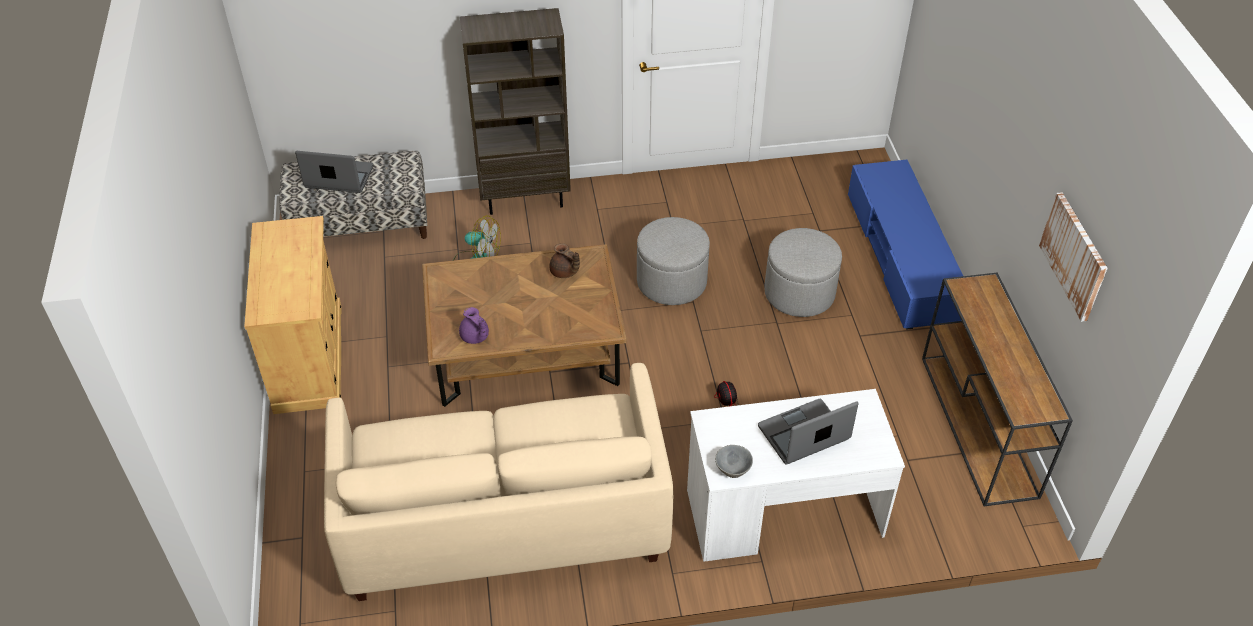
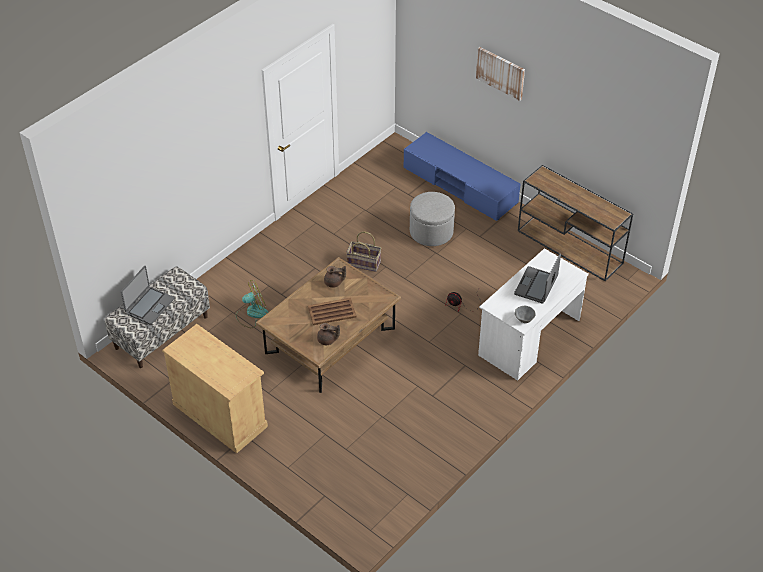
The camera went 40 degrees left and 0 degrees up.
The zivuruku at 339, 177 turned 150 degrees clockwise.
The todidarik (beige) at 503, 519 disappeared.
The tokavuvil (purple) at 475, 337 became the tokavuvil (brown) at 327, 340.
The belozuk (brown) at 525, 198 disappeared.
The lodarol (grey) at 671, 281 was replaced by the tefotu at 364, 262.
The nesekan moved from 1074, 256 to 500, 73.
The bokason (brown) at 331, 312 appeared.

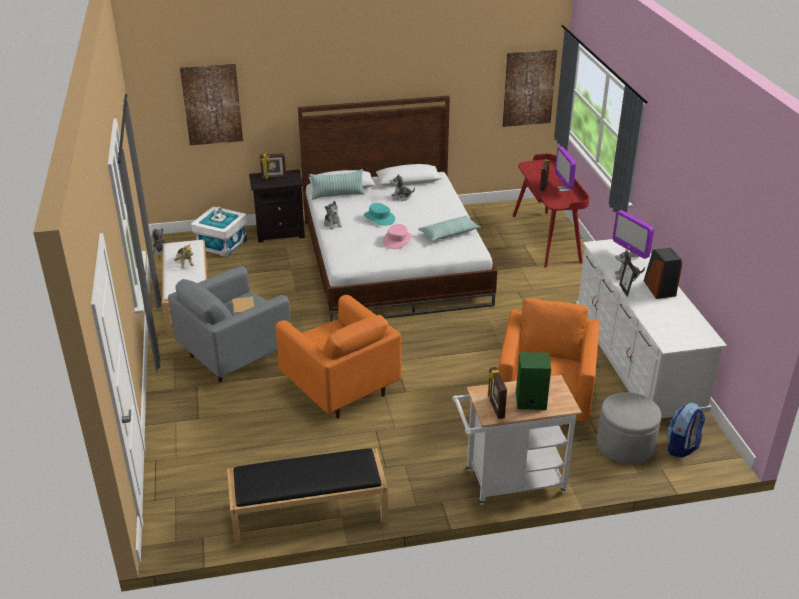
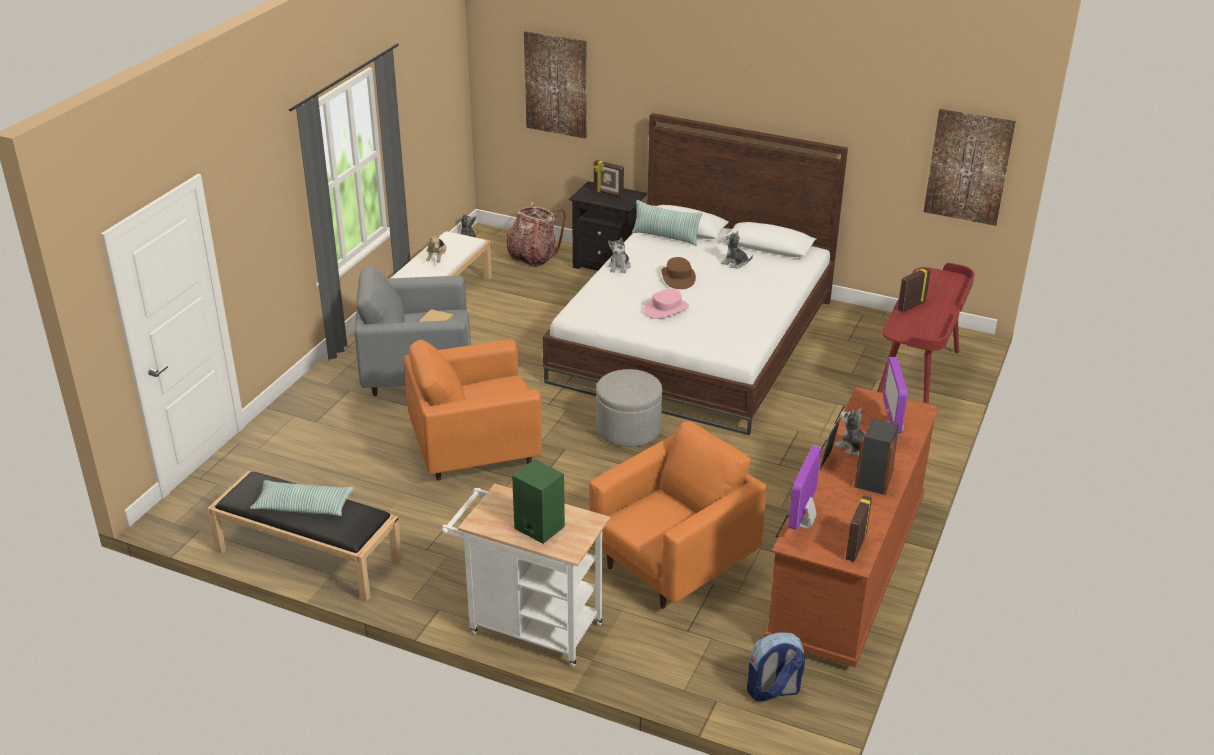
The camera went 35 degrees right and 0 degrees up.
The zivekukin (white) at 221, 244 was replaced by the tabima at 533, 257.
The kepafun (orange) at 339, 388 turned 75 degrees clockwise.
The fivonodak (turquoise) at 379, 218 became the fivonodak (brown) at 678, 277.
The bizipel moved from 449, 233 to 303, 506.
The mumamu moved from 495, 407 to 855, 547.
The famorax moved from 564, 188 to 803, 521.
The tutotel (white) at 636, 359 became the tutotel (brown) at 847, 569.
The lodarol (grey) moved from 625, 445 to 628, 429.

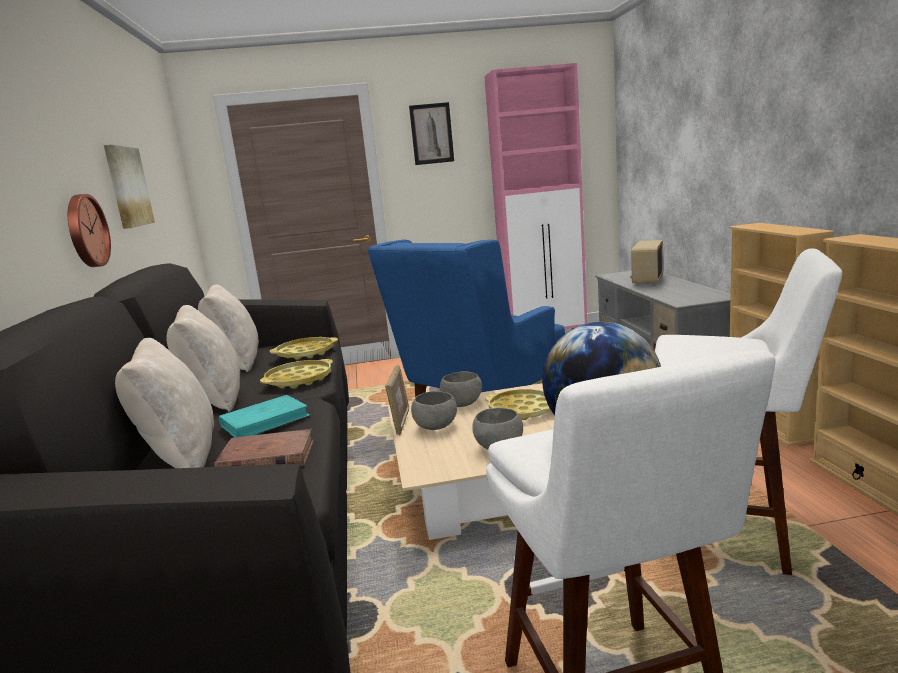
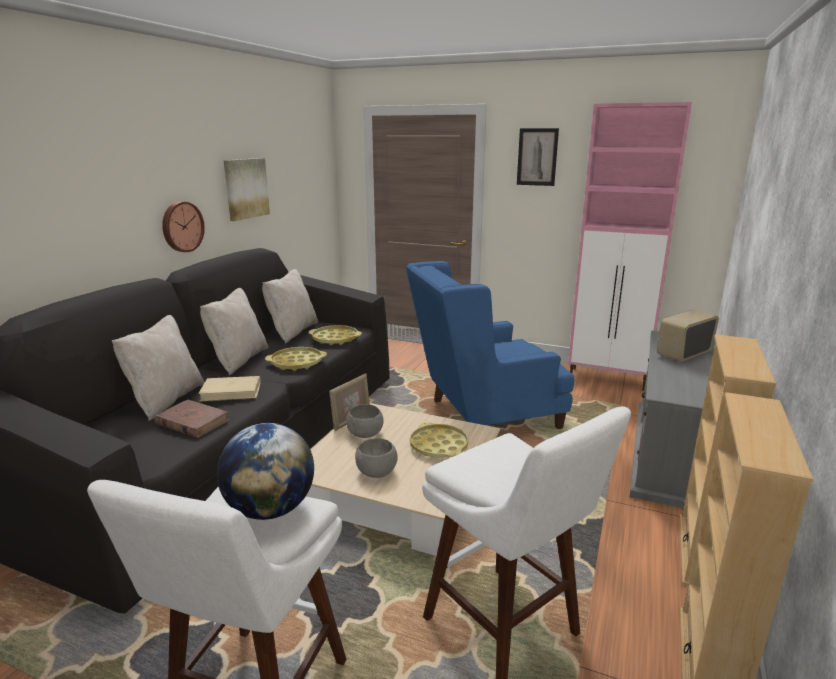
The camera went 30 degrees right and 5 degrees up.
The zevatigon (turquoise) at 265, 421 became the zevatigon (beige) at 231, 392.
The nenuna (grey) at 461, 404 disappeared.

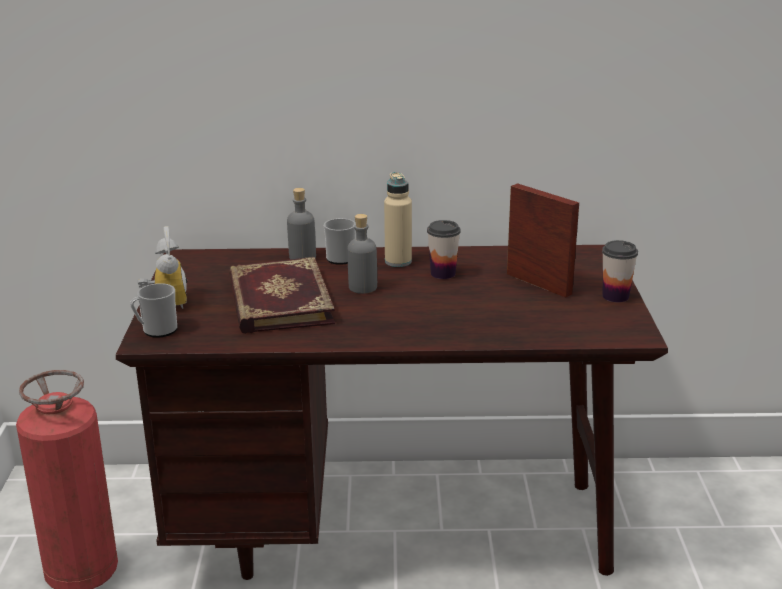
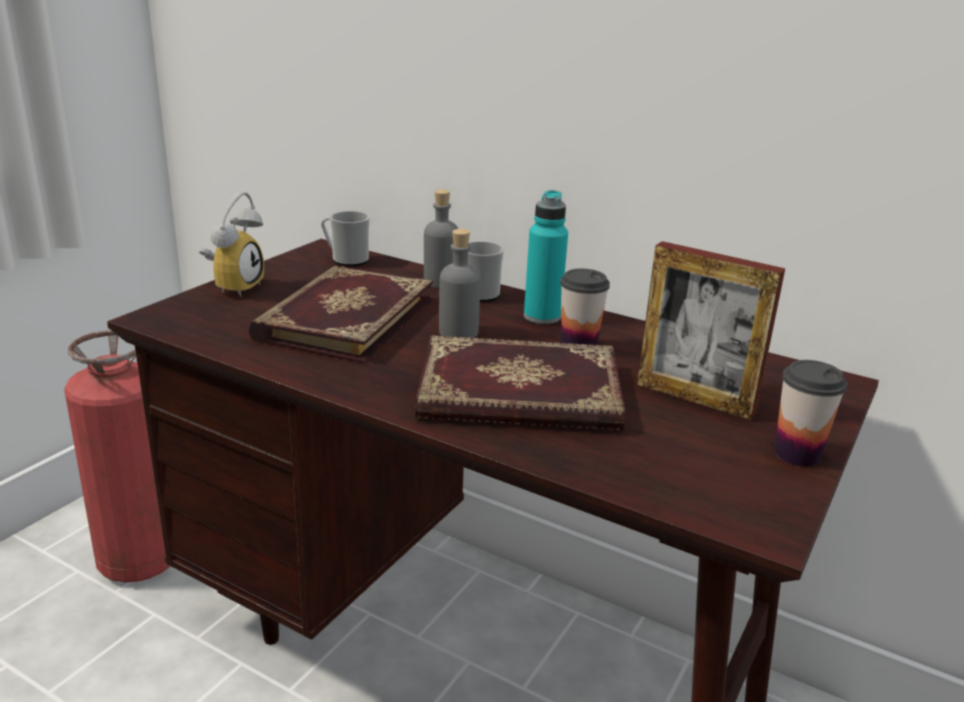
The camera went 30 degrees right and 0 degrees up.
The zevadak moved from 156, 331 to 346, 260.
The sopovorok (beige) at 398, 261 became the sopovorok (turquoise) at 542, 316.
The mumamu at 538, 284 turned 135 degrees clockwise.
The zevatigon at 519, 394 appeared.

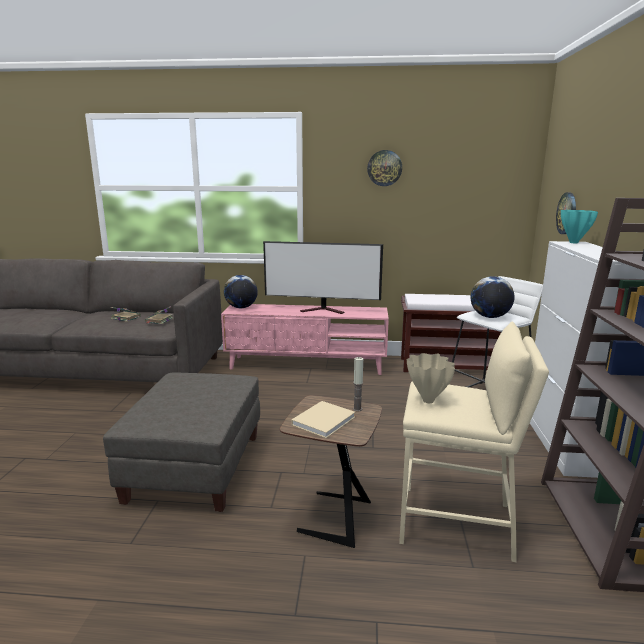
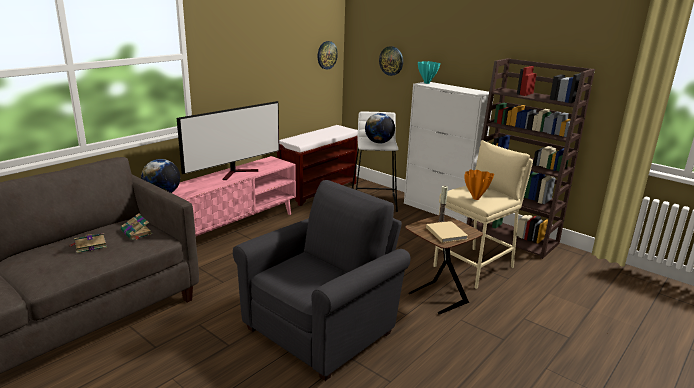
The camera went 55 degrees left and 5 degrees up.
The lodarol (grey) at 196, 468 was replaced by the kepafun (grey) at 324, 328.
The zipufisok moved from 384, 168 to 326, 55.
The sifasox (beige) at 427, 400 became the sifasox (orange) at 475, 198.

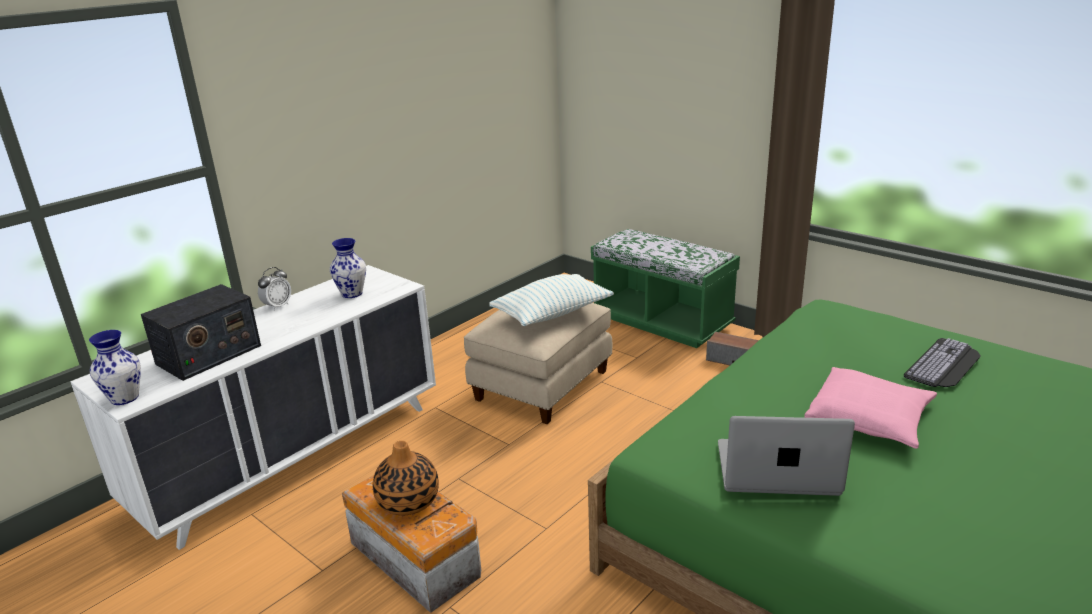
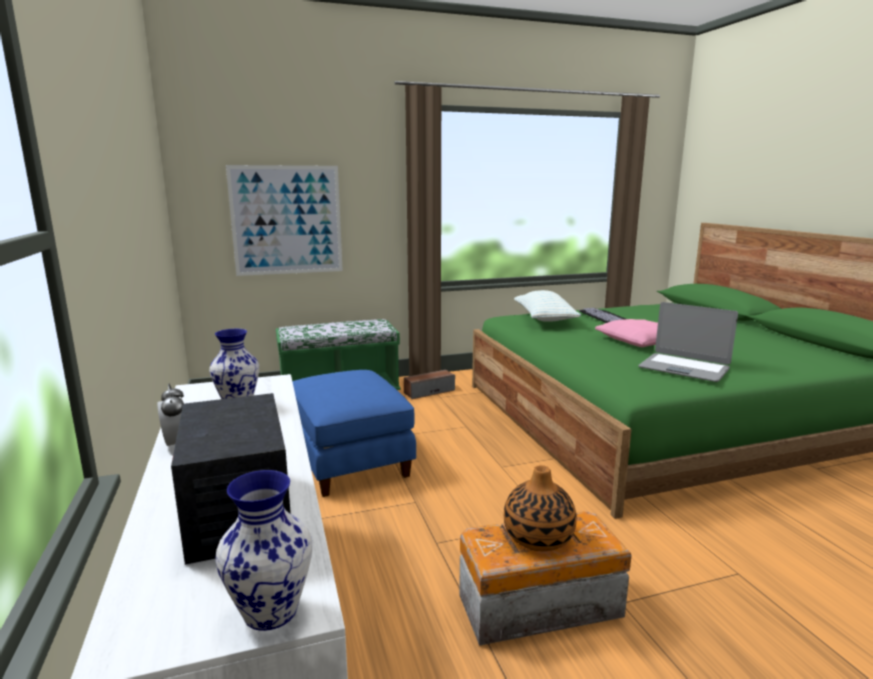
The camera went 60 degrees left and 10 degrees down.
The lodarol (beige) at 543, 386 became the lodarol (blue) at 351, 460.
The bizipel moved from 552, 313 to 544, 318.
The zivuruku at 777, 471 turned 90 degrees counterclockwise.
The nesekan at 287, 220 appeared.

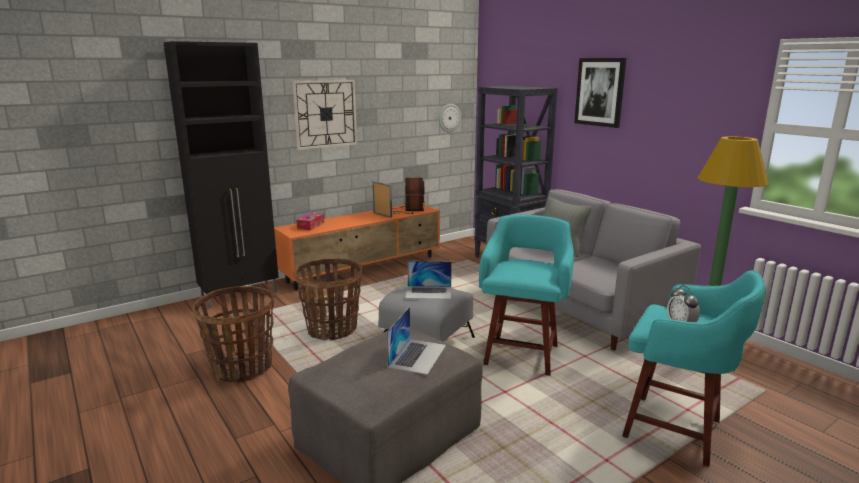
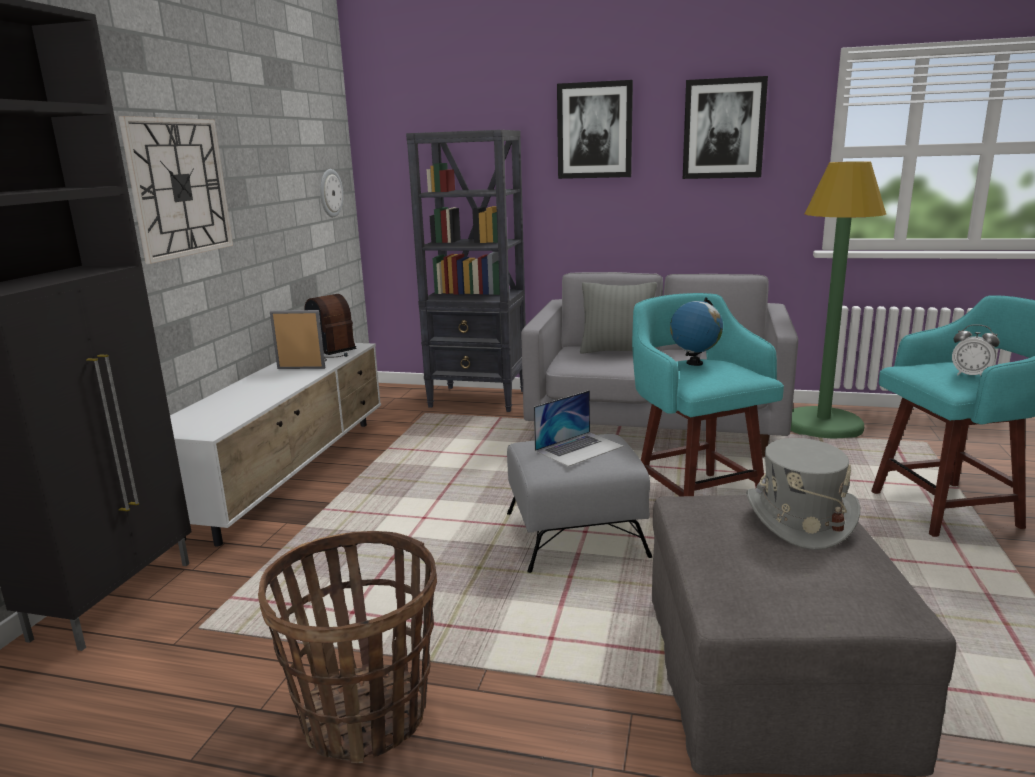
The camera went 40 degrees left and 0 degrees up.
The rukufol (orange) at 364, 269 became the rukufol (white) at 290, 472.
The tefotu at 332, 329 disappeared.
The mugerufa at 310, 225 disappeared.
The zivuruku at 417, 355 was replaced by the fivonodak (grey) at 799, 519.
The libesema at 694, 363 appeared.
The nesekan at 723, 129 appeared.

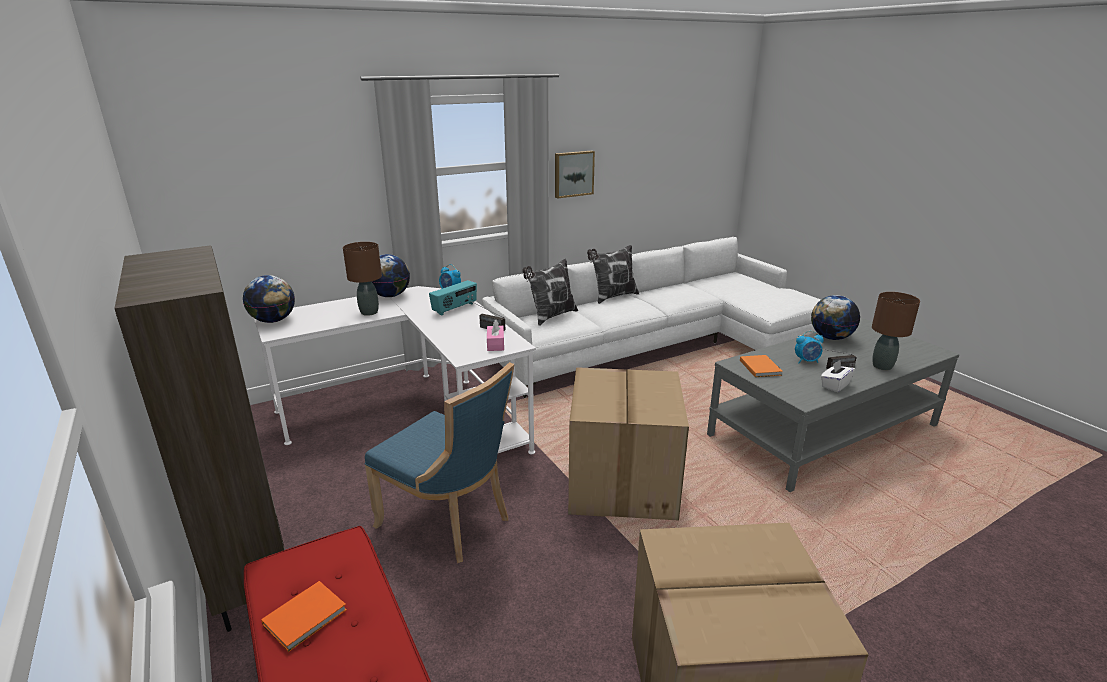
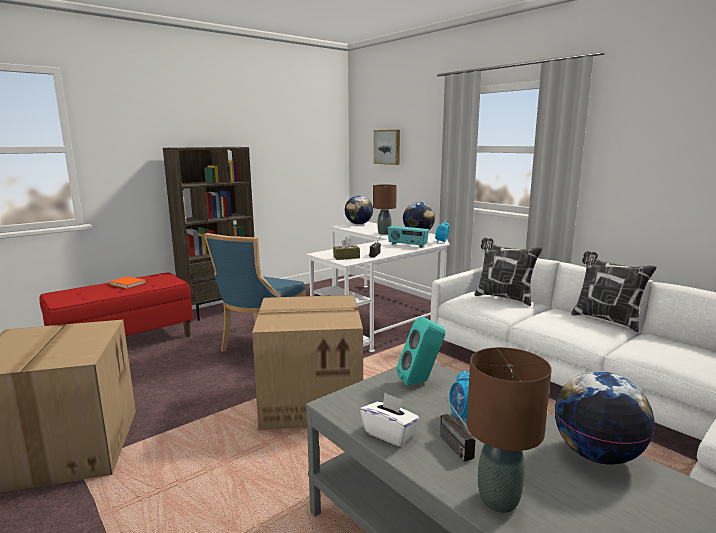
The camera went 80 degrees right and 10 degrees down.
The mugerufa (pink) at 495, 344 became the mugerufa (brown) at 346, 257.
The nesekan moved from 573, 174 to 387, 147.
The zevatigon (orange) at 760, 367 was replaced by the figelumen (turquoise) at 421, 382.

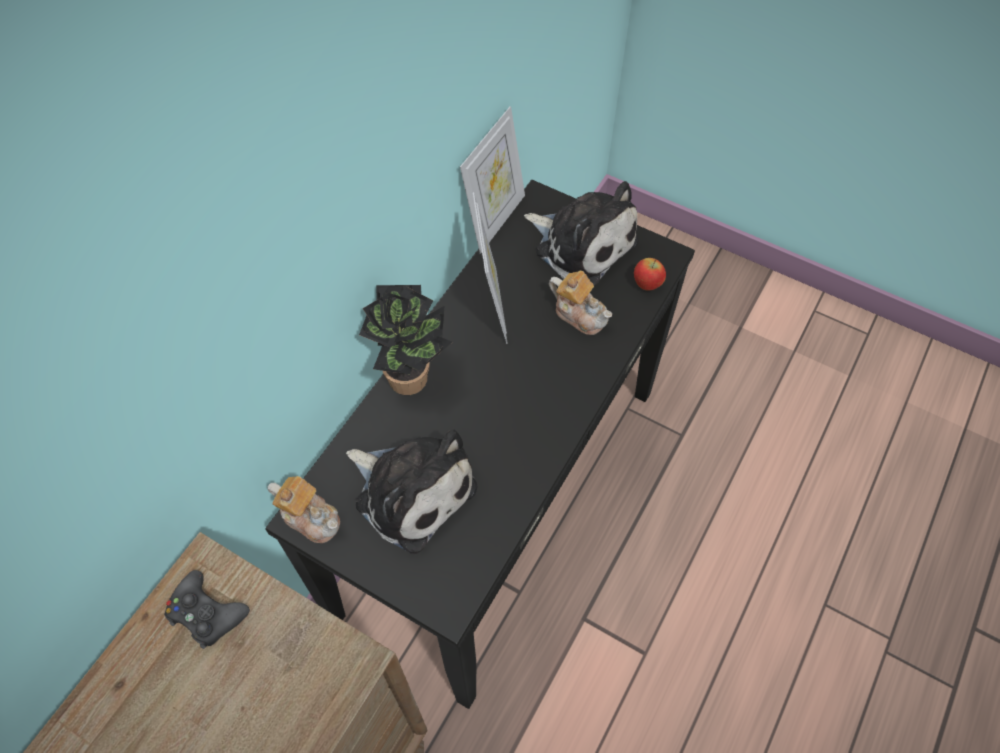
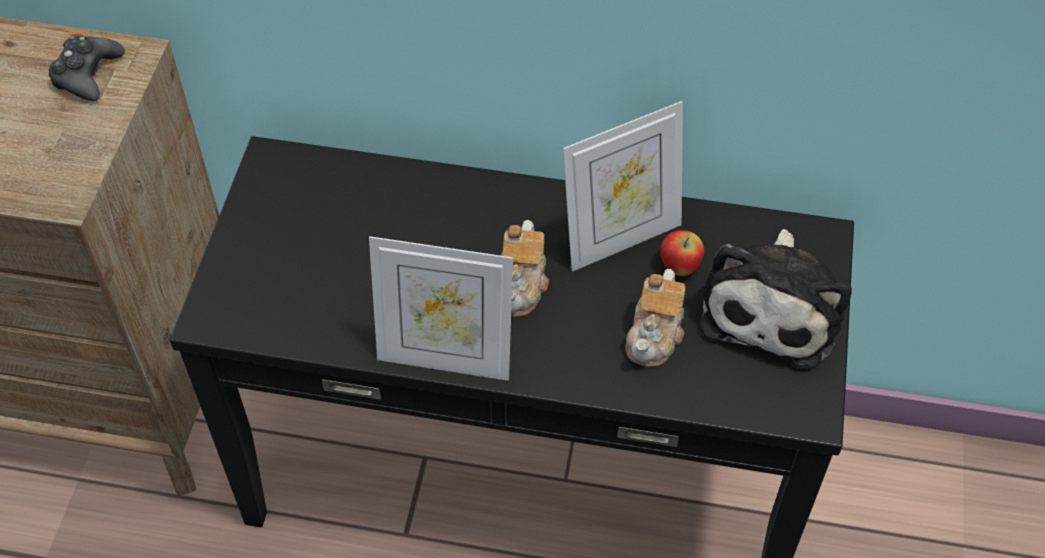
The camera went 70 degrees right and 5 degrees down.
The tokavuvil moved from 310, 517 to 521, 286.
The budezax at 411, 490 disappeared.
The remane at 413, 380 disappeared.
The mumamu moved from 495, 220 to 445, 358.
The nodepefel moved from 647, 284 to 679, 267.

